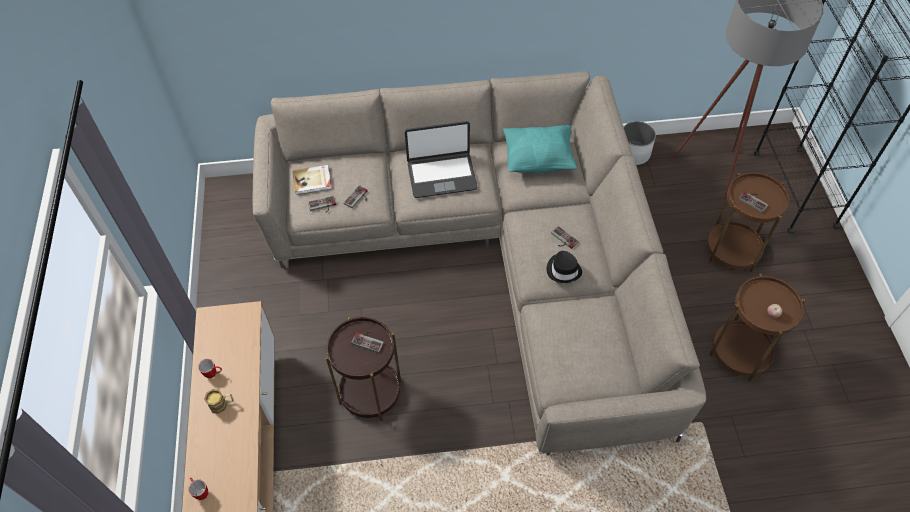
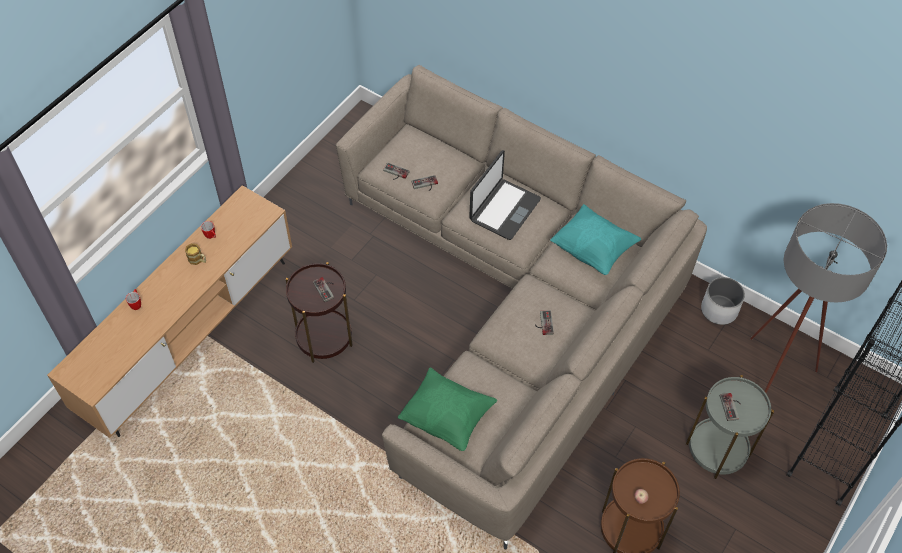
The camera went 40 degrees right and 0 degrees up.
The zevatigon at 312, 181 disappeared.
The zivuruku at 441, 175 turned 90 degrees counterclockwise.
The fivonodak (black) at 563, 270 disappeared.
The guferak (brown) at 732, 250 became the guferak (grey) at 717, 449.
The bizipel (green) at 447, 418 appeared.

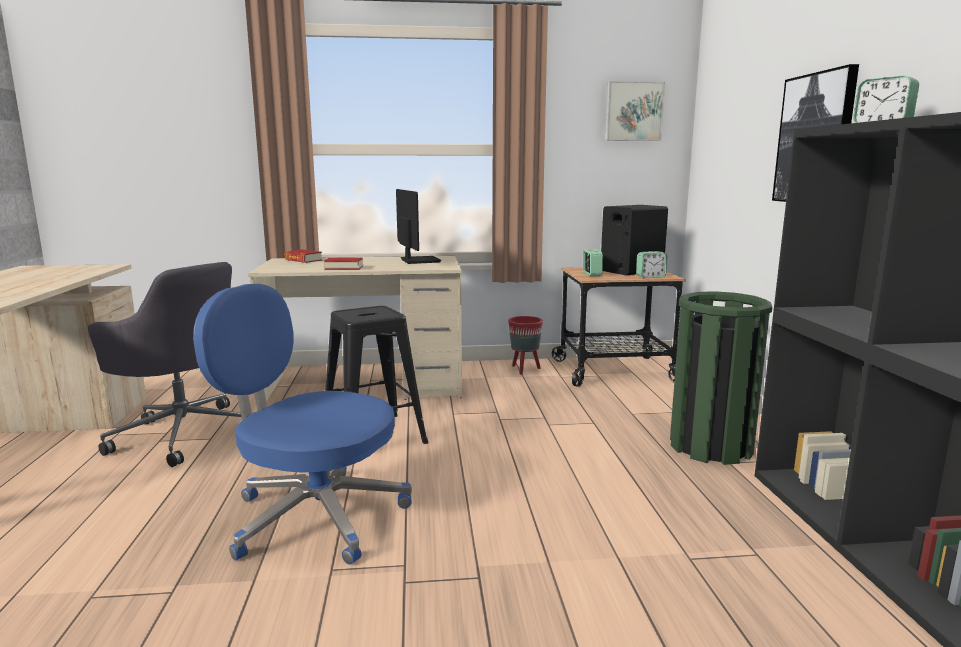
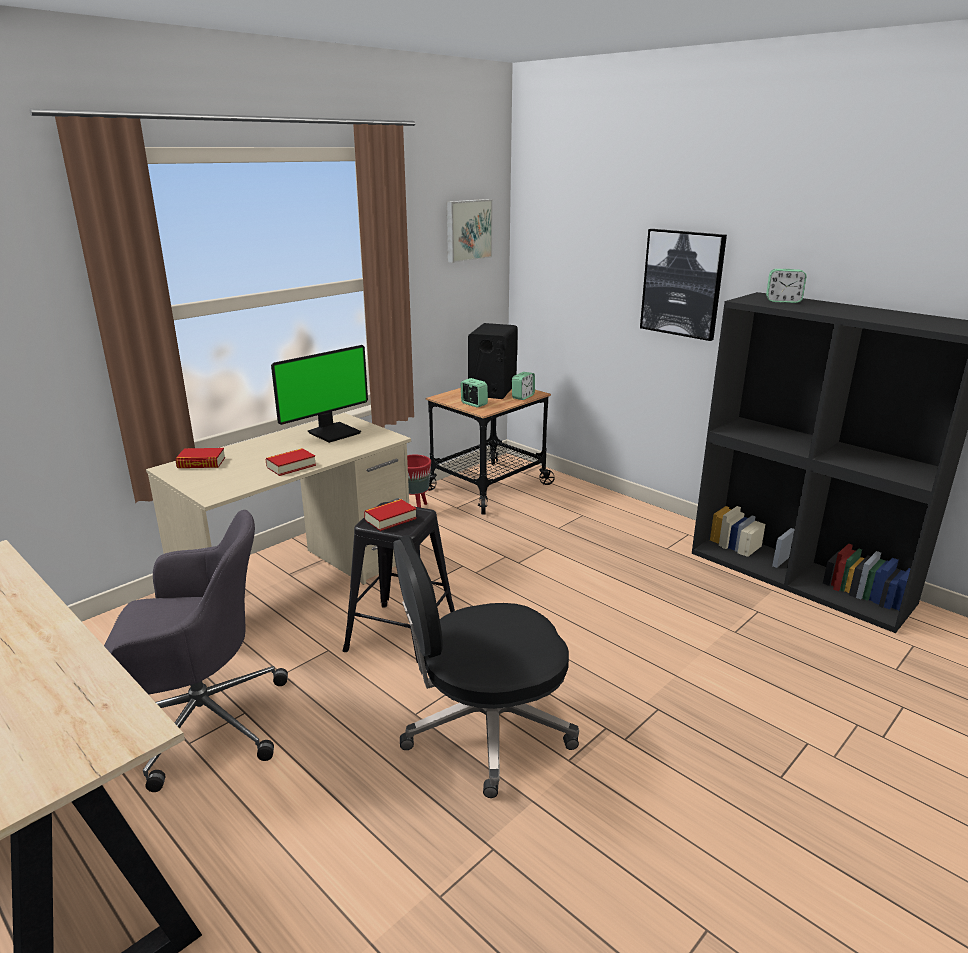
The camera went 40 degrees left and 10 degrees up.
The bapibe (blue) at 314, 516 became the bapibe (black) at 484, 729.
The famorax at 418, 261 turned 105 degrees clockwise.
The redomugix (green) at 710, 446 disappeared.
The zevatigon at 390, 519 appeared.

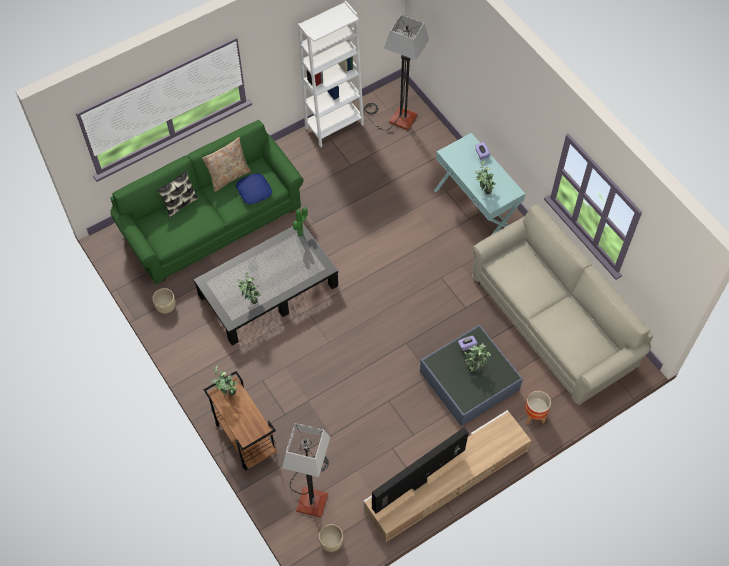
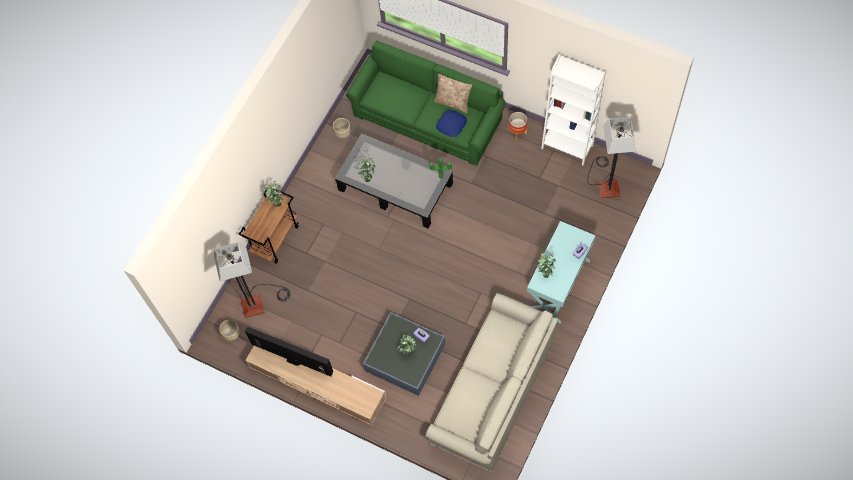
The camera went 65 degrees right and 5 degrees up.
The bizipel at 180, 204 disappeared.
The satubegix moved from 534, 415 to 517, 133.

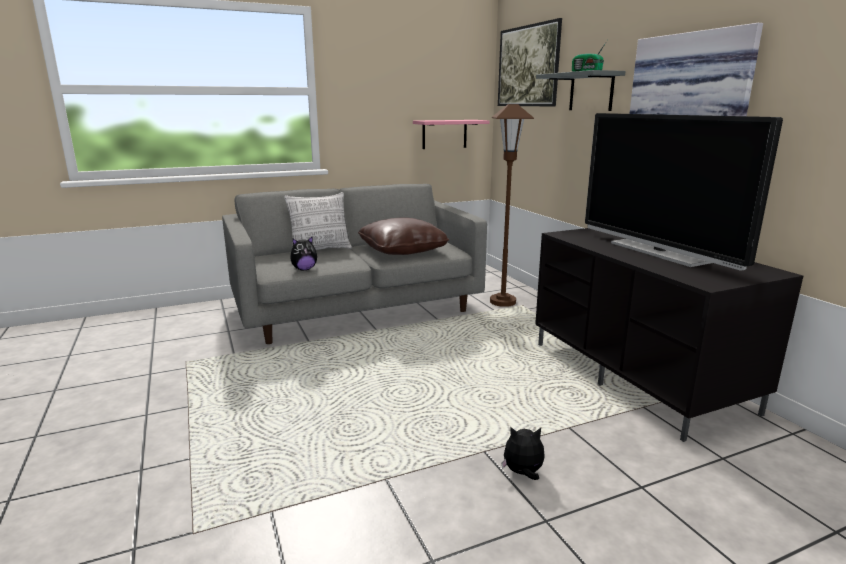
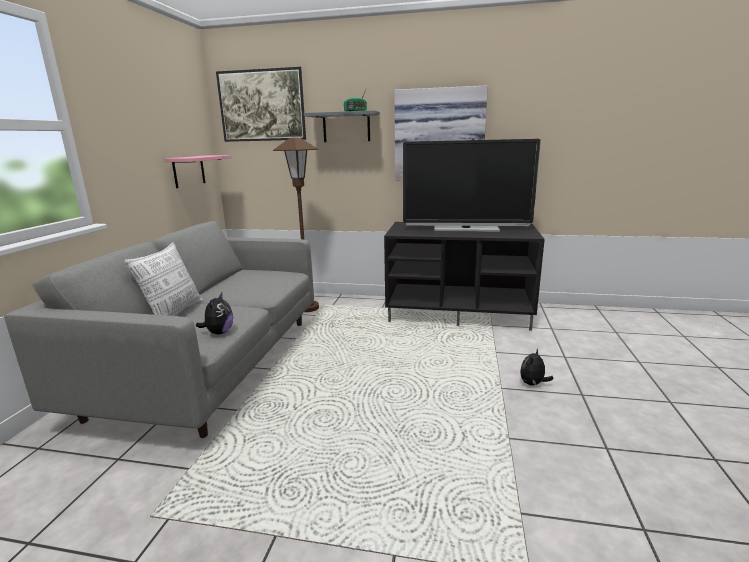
The camera went 55 degrees left and 0 degrees up.
The bizipel (brown) at 402, 251 disappeared.

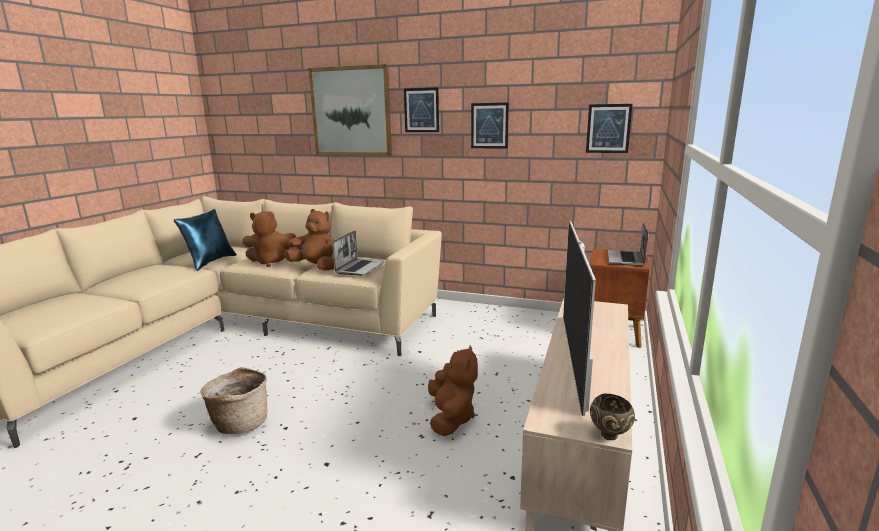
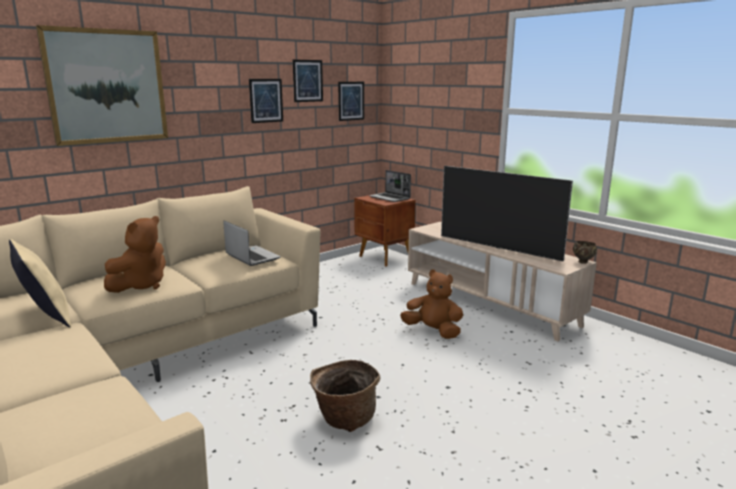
The camera went 60 degrees left and 0 degrees up.
The bizipel (blue) at 210, 262 became the bizipel (beige) at 45, 317.
The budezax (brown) at 316, 267 disappeared.
The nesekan moved from 421, 110 to 307, 81.

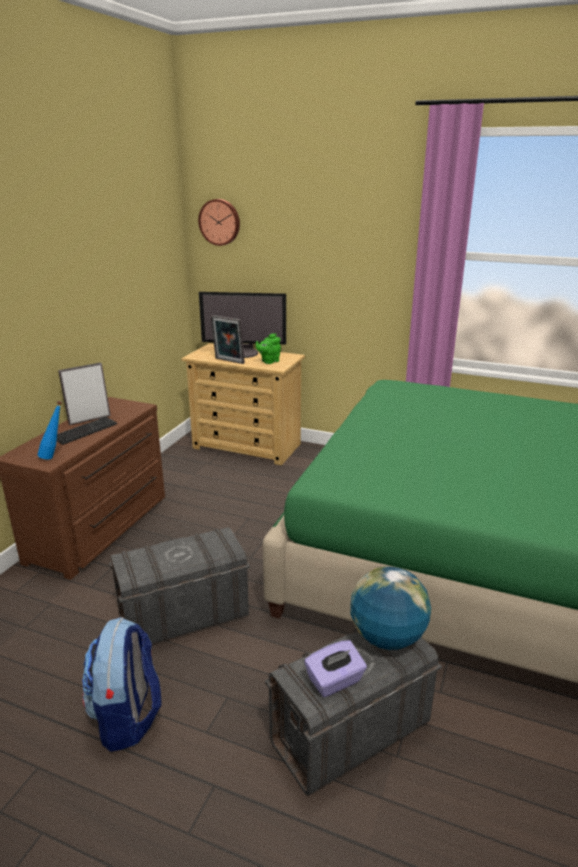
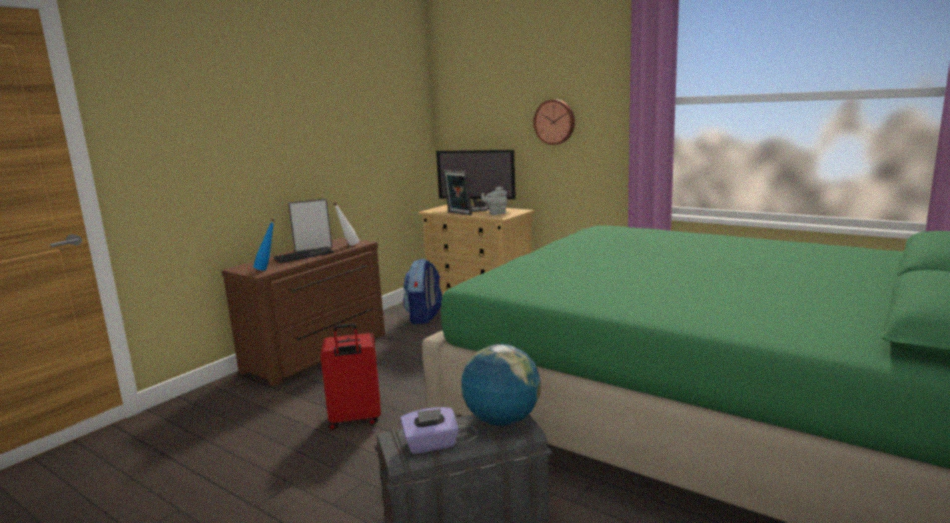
The camera went 15 degrees right and 10 degrees down.
The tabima moved from 127, 718 to 424, 317.
The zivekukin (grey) at 183, 617 was replaced by the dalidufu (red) at 355, 420.
The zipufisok moved from 220, 222 to 555, 122.
The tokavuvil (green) at 269, 361 became the tokavuvil (grey) at 496, 213.
The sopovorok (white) at 348, 246 appeared.

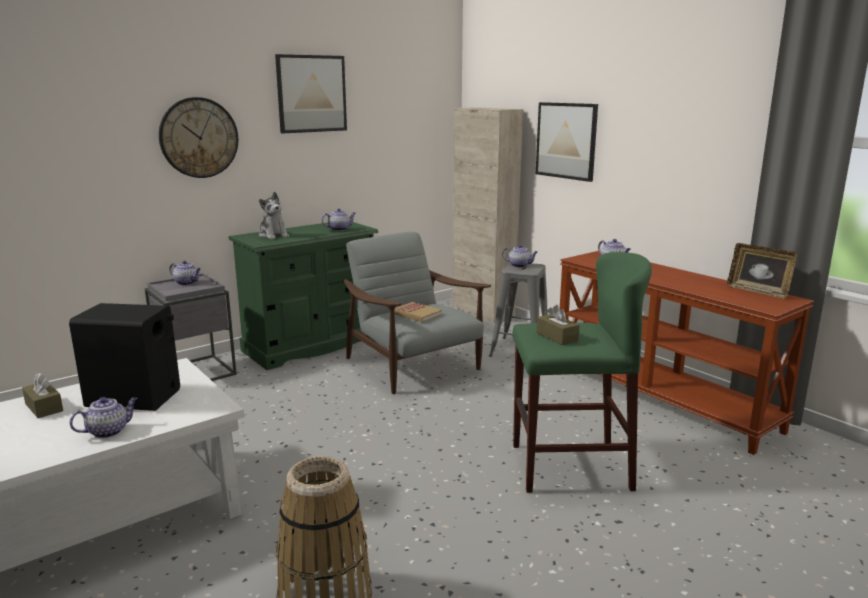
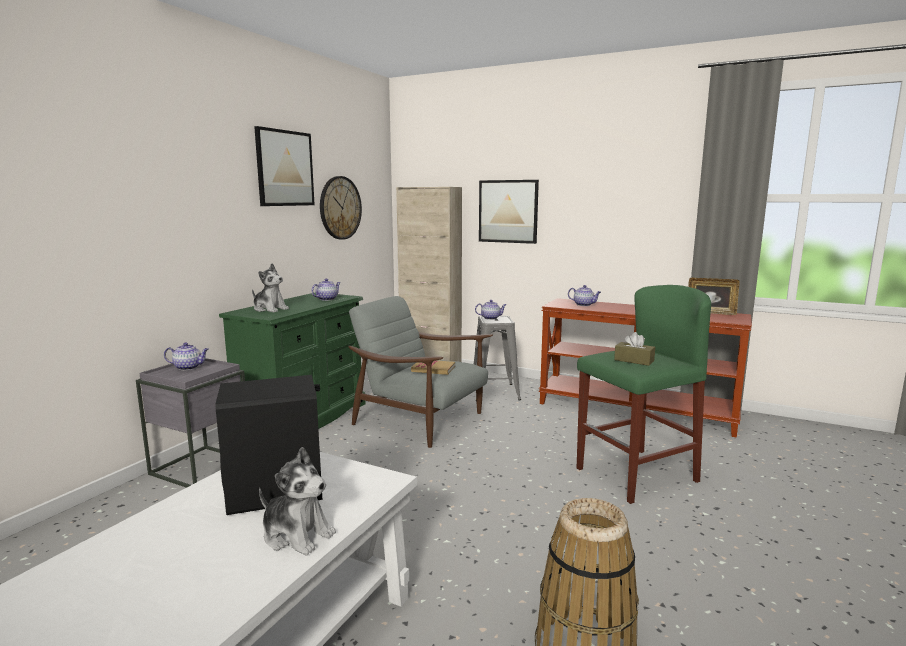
The camera went 25 degrees left and 5 degrees down.
The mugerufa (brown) at 44, 407 disappeared.
The tokavuvil at 108, 431 was replaced by the budezax at 297, 535.
The zipufisok moved from 199, 138 to 340, 208.

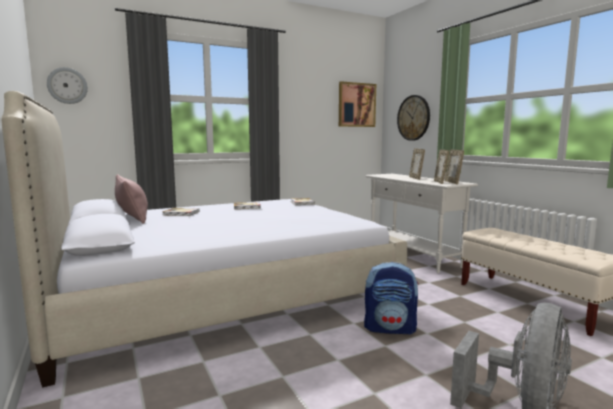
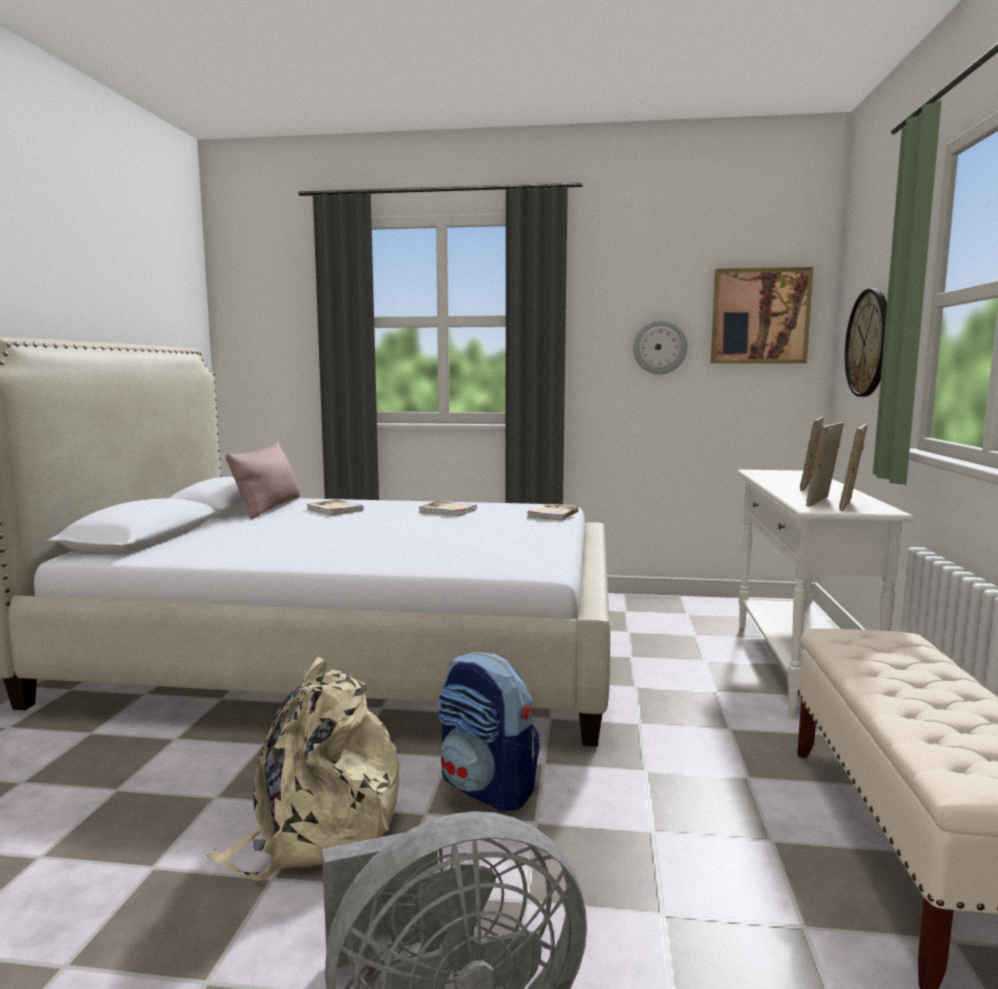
The camera went 35 degrees right and 0 degrees up.
The zipufisok moved from 67, 85 to 660, 347.
The tabima (beige) at 317, 829 appeared.

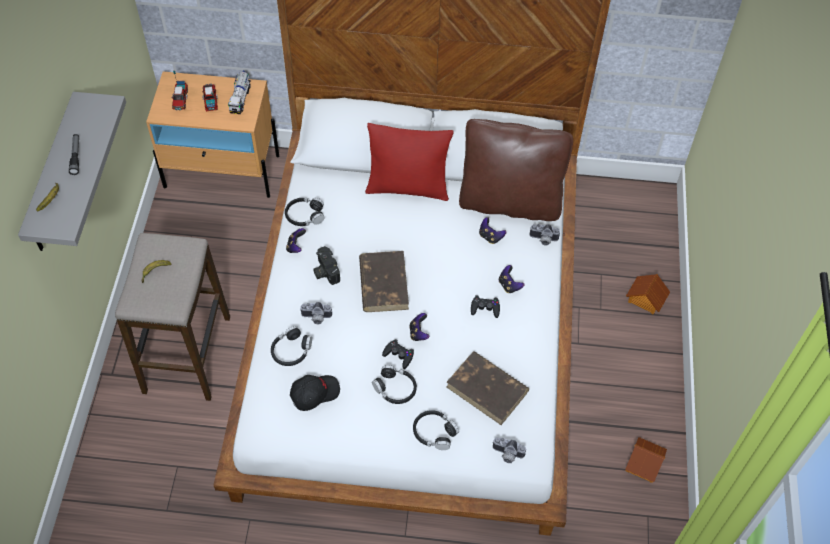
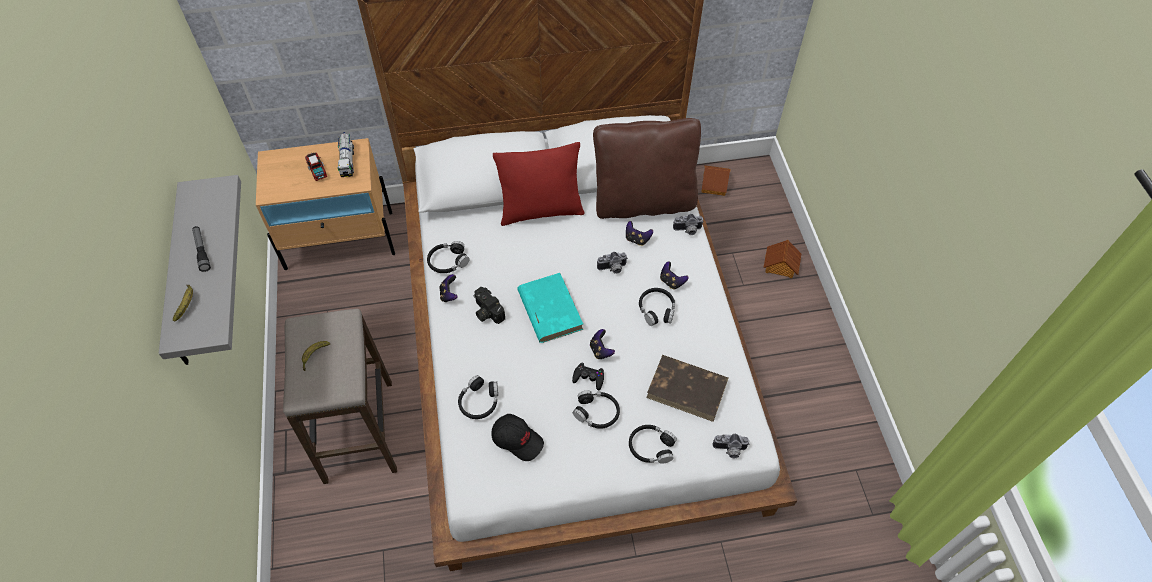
The camera went 15 degrees left and 0 degrees up.
The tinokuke at 180, 99 disappeared.
The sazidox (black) at 314, 393 turned 75 degrees clockwise.
The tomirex moved from 316, 318 to 612, 269.
The zevatigon (brown) at 383, 283 became the zevatigon (turquoise) at 549, 309.
The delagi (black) at 485, 308 was replaced by the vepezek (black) at 656, 309.
The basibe moved from 644, 464 to 714, 184.

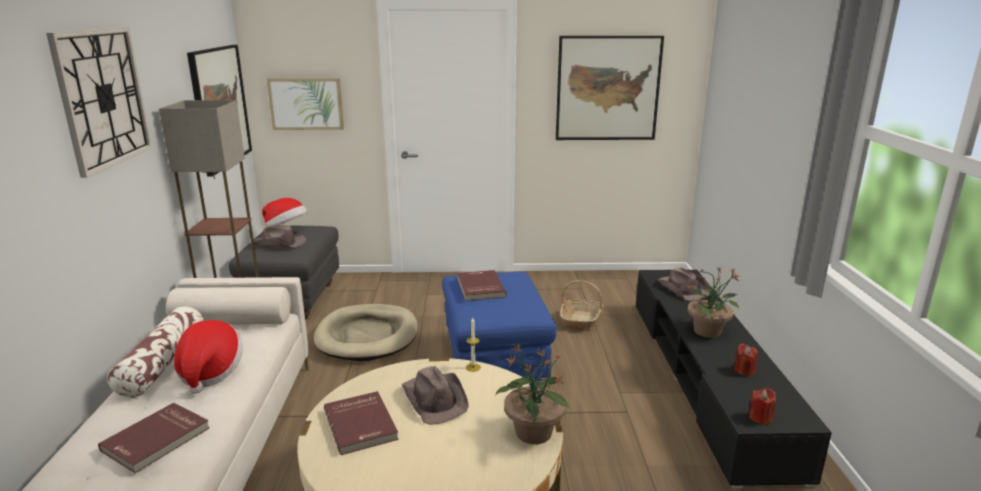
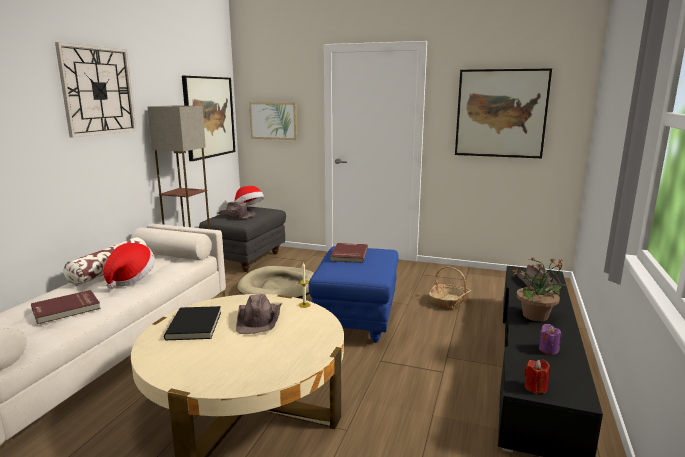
The camera went 20 degrees right and 5 degrees down.
The zevatigon (red) at 362, 424 became the zevatigon (black) at 196, 325.
The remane at 533, 433 disappeared.
The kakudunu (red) at 744, 370 became the kakudunu (purple) at 548, 350.

